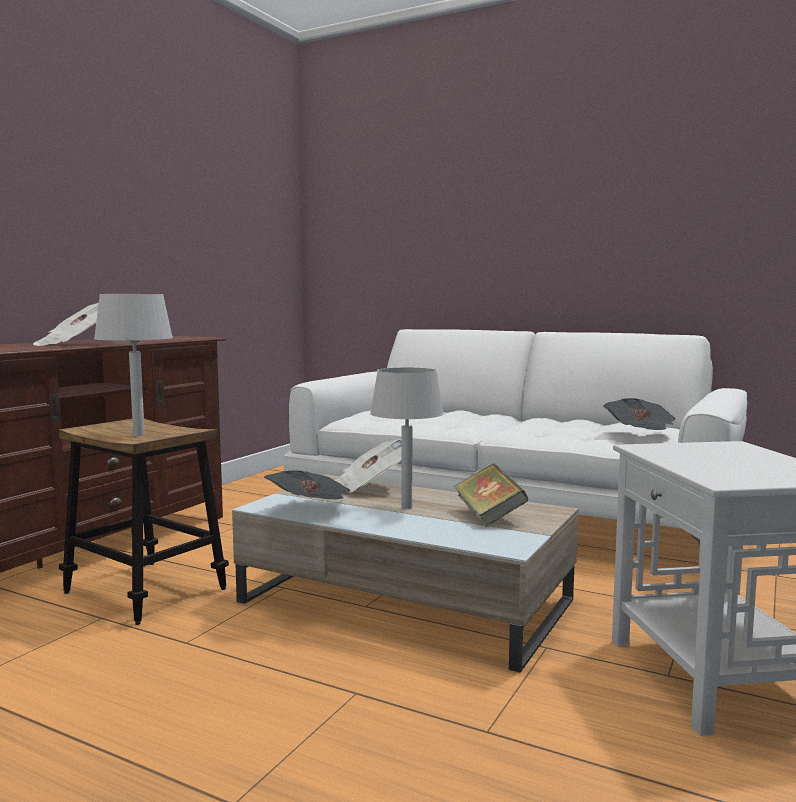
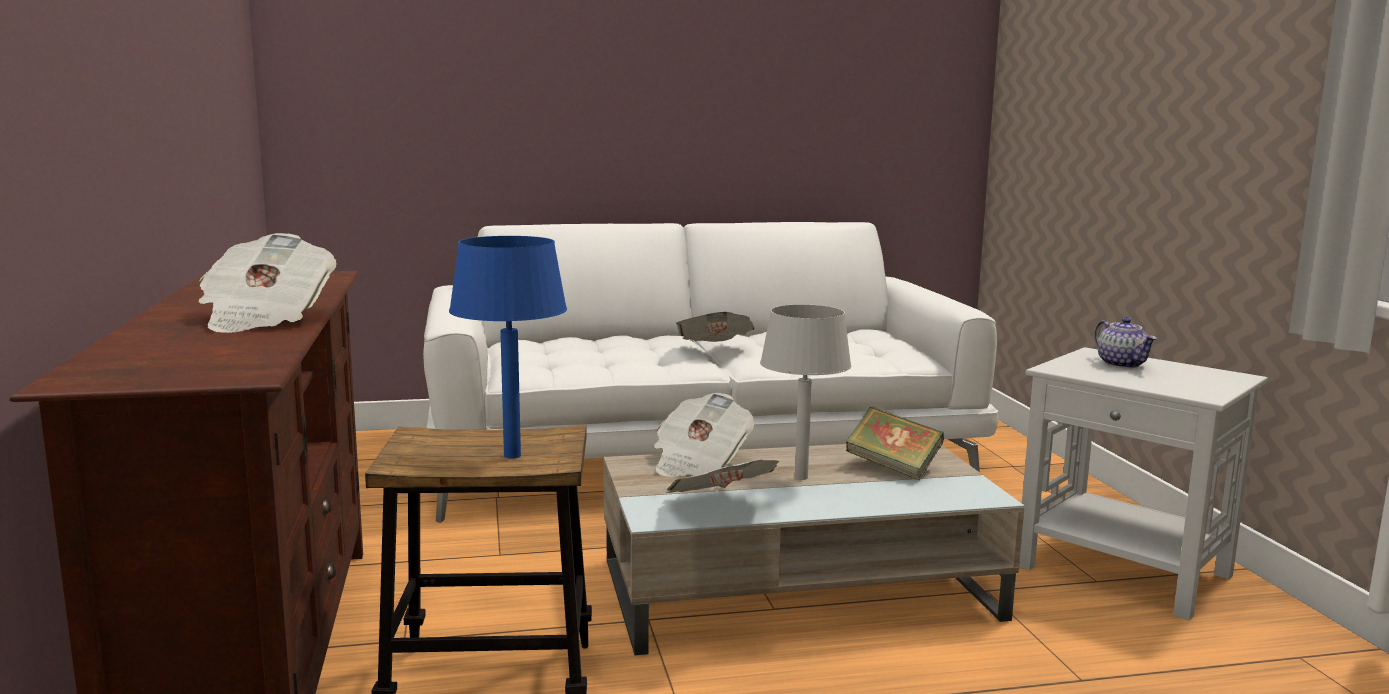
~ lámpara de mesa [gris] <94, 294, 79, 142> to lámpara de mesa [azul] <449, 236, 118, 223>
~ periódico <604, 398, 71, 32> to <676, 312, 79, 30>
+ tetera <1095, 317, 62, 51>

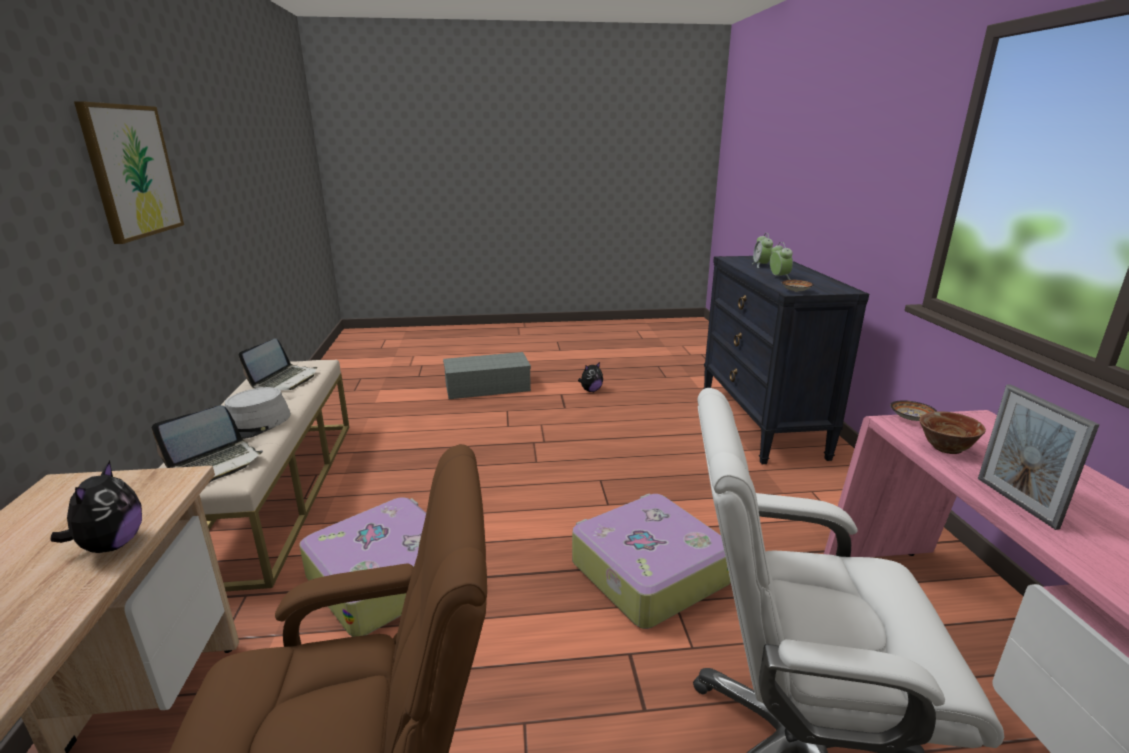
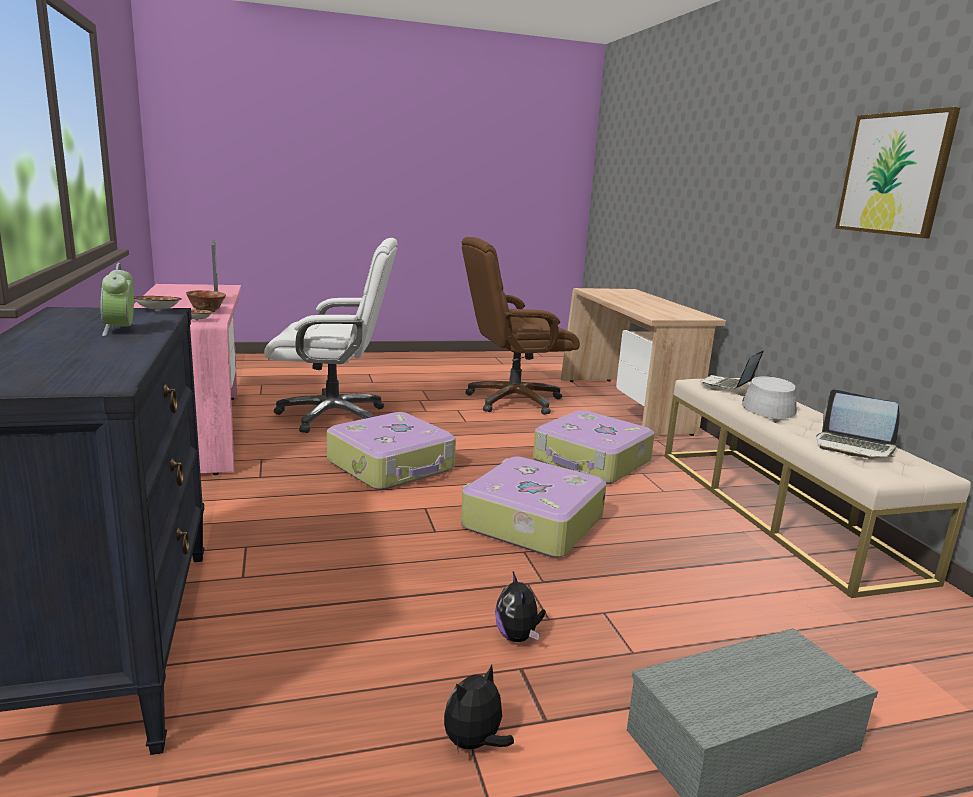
- despertador <752, 233, 21, 35>
~ portátil <239, 338, 78, 52> = <816, 389, 84, 69> 60 degrees counterclockwise
~ peluche <50, 461, 92, 92> to <495, 572, 51, 70>
+ maleta <461, 456, 145, 102>

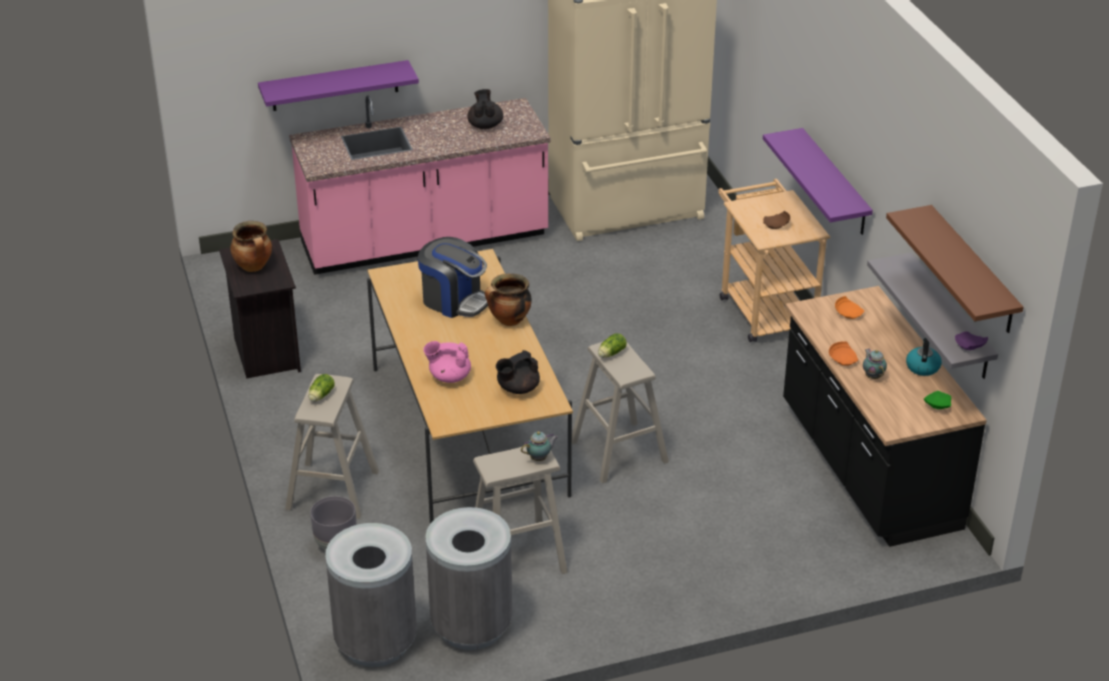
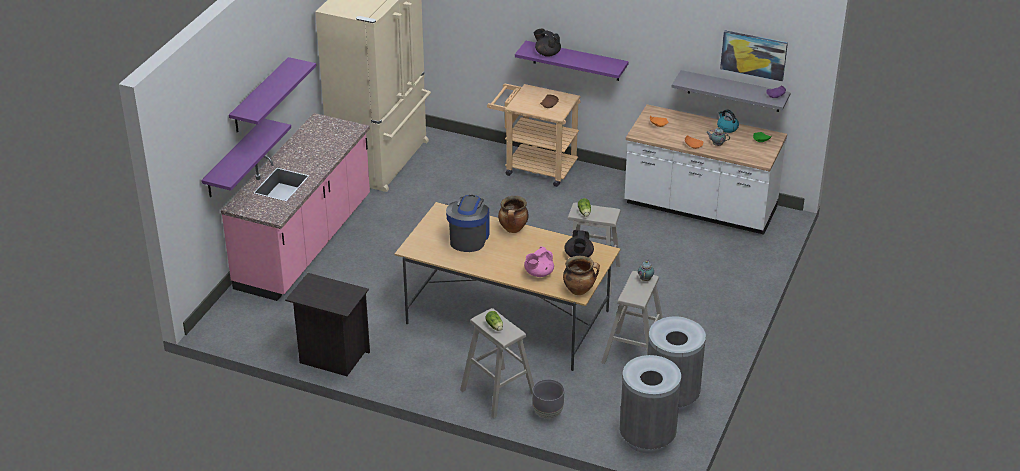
~ tetera [negro] <467, 89, 36, 40> to <534, 29, 27, 28>
~ estante [marrón] <886, 205, 138, 128> to cuadro <720, 30, 68, 51>
~ olla <230, 221, 42, 51> to <563, 256, 37, 39>
~ cafetera <418, 237, 70, 81> = <446, 195, 43, 57> 60 degrees counterclockwise
~ mueble bajo de cocina [negro] <783, 286, 204, 261> to mueble bajo de cocina [blanco] <624, 104, 163, 131>
+ estante [morado] <229, 57, 87, 75>

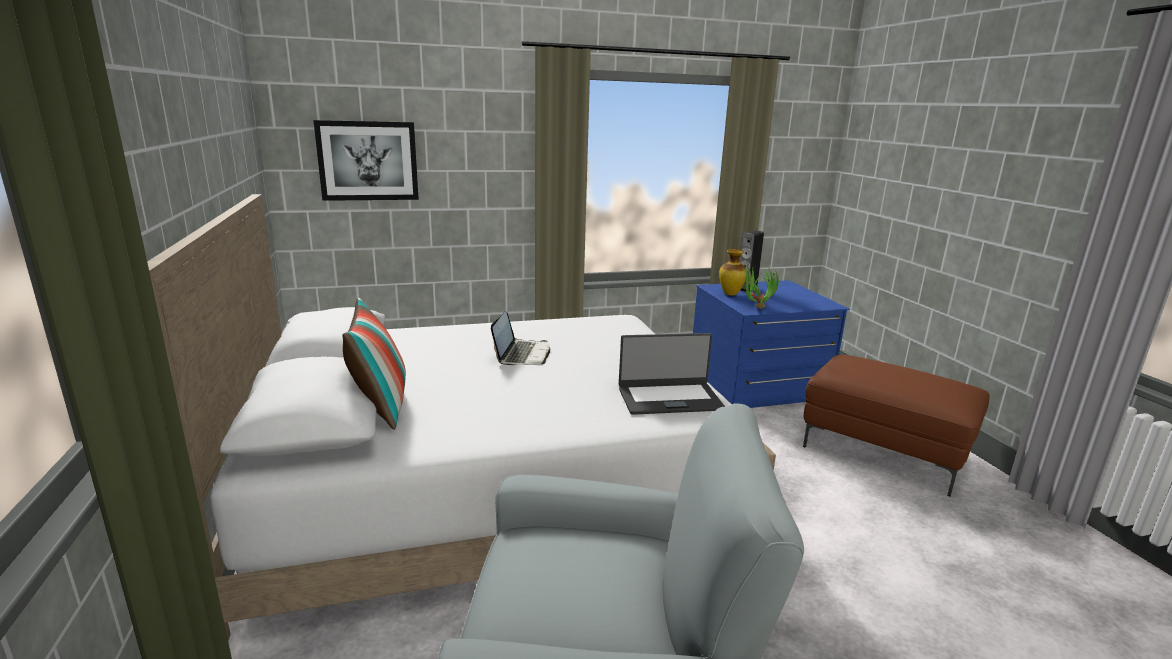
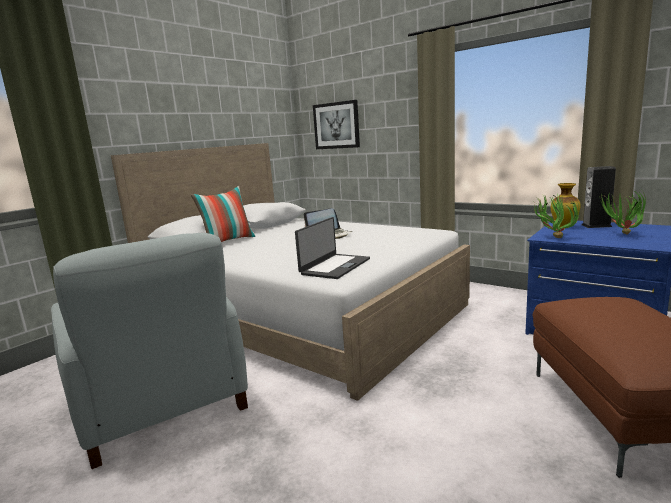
~ portátil <619, 333, 106, 82> = <295, 217, 75, 62> 105 degrees counterclockwise
+ planta en maceta <600, 190, 46, 44>

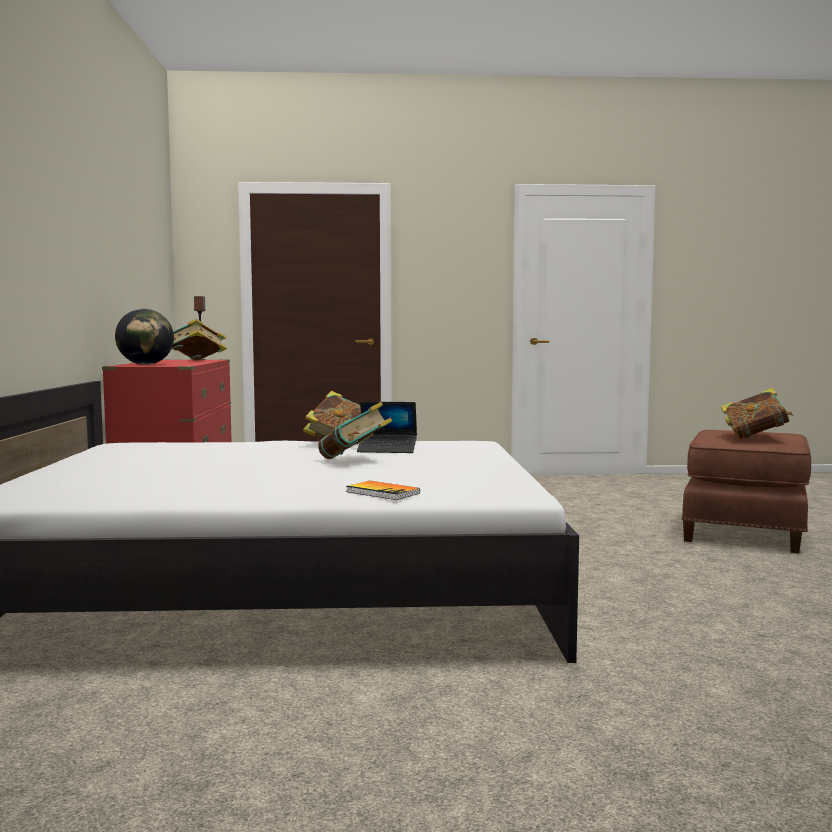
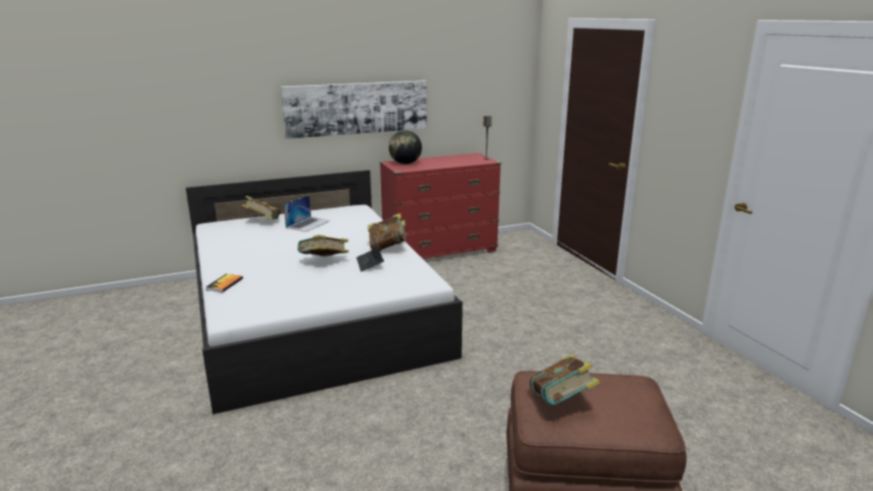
~ libro <172, 319, 55, 42> to <241, 196, 40, 23>
+ cuadro <281, 81, 146, 58>
+ portátil <284, 195, 46, 37>

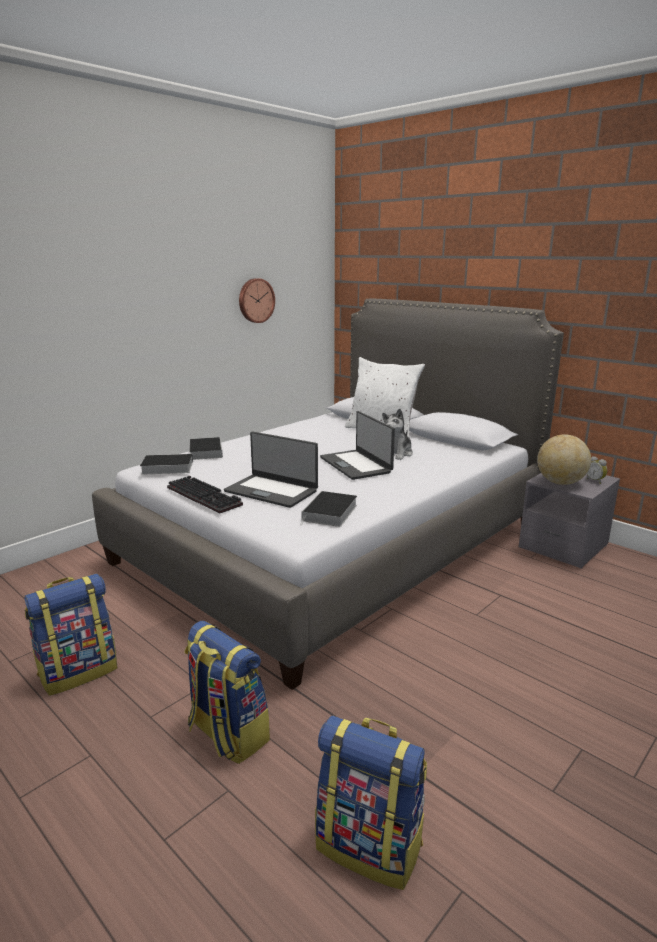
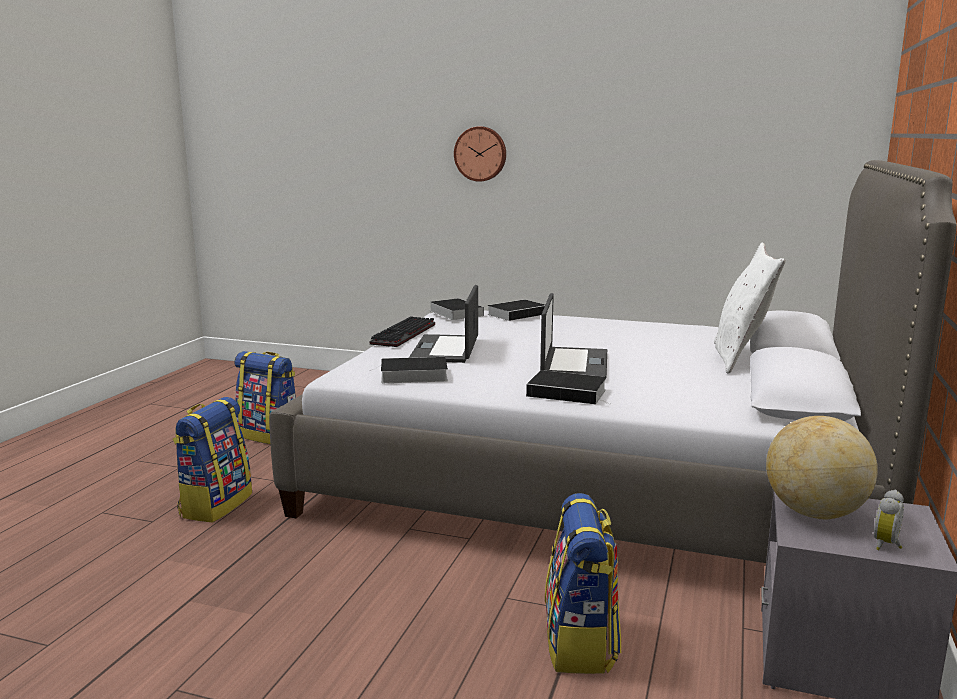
~ reloj de pared <239, 278, 36, 45> to <454, 126, 52, 56>
- peluche <382, 409, 31, 51>
~ portátil <320, 411, 75, 69> = <540, 293, 67, 84> 150 degrees clockwise
~ mochila <315, 715, 112, 175> to <545, 493, 76, 181>
+ libro <526, 370, 84, 35>

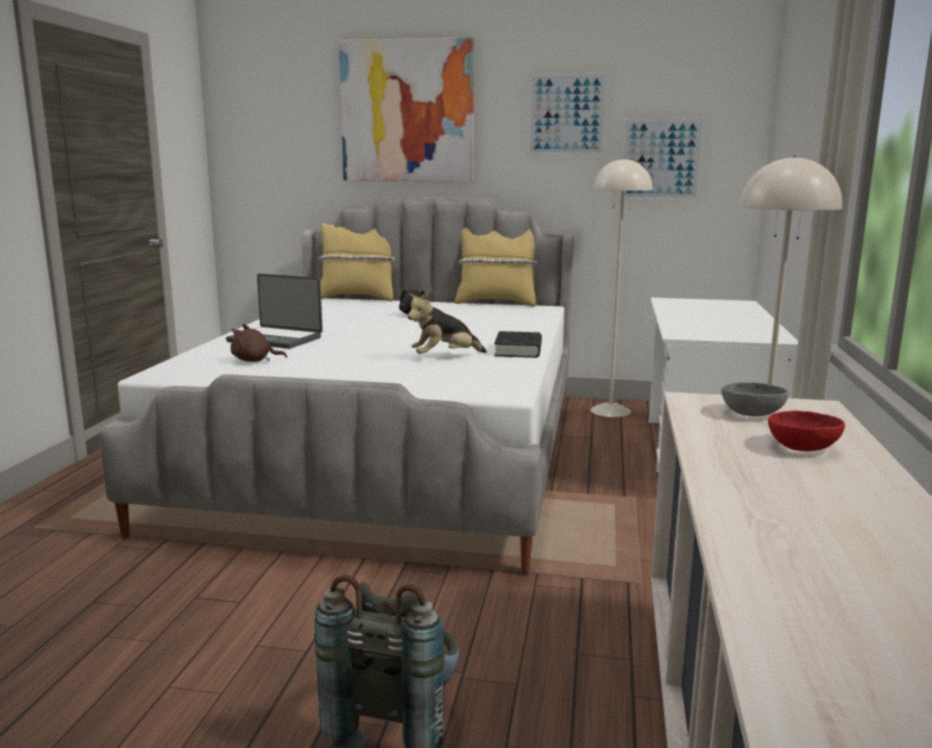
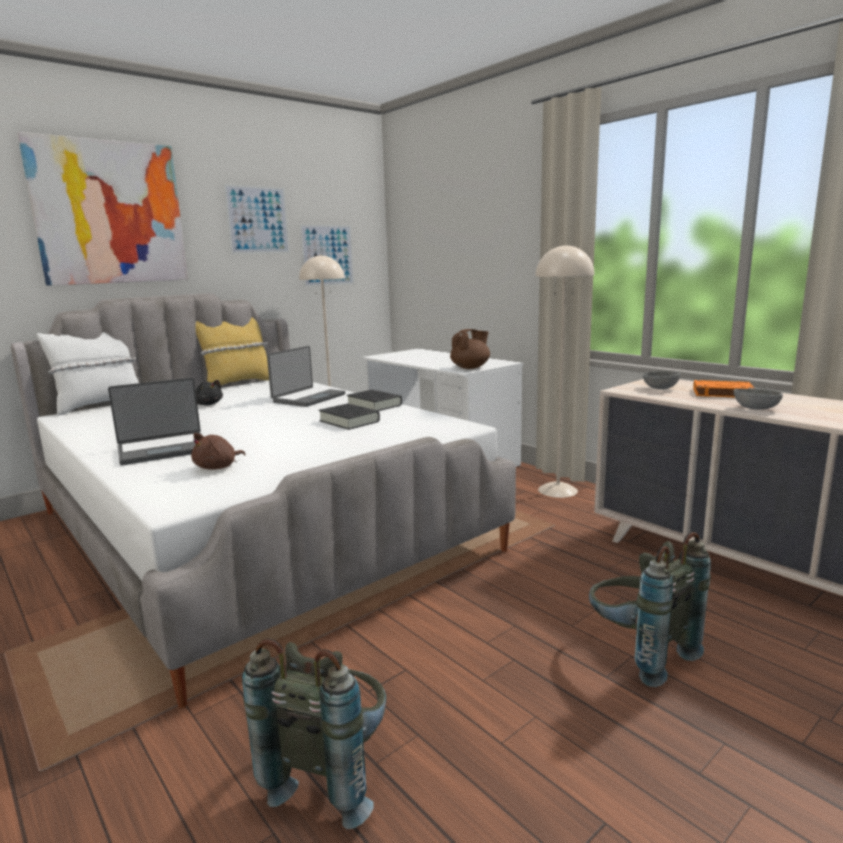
~ cojín [amarillo] <319, 223, 76, 78> to cojín [blanco] <37, 332, 102, 84>
~ peluche <407, 293, 80, 61> to libro [negro] <319, 404, 61, 26>
~ cuenco [rojo] <768, 410, 77, 41> to libro [naranja] <693, 380, 62, 17>
+ tetera [marrón] <450, 329, 40, 40>
+ portátil <267, 346, 78, 61>
+ cuenco [gris] <734, 389, 49, 21>
+ mochila [gris] <242, 638, 144, 191>

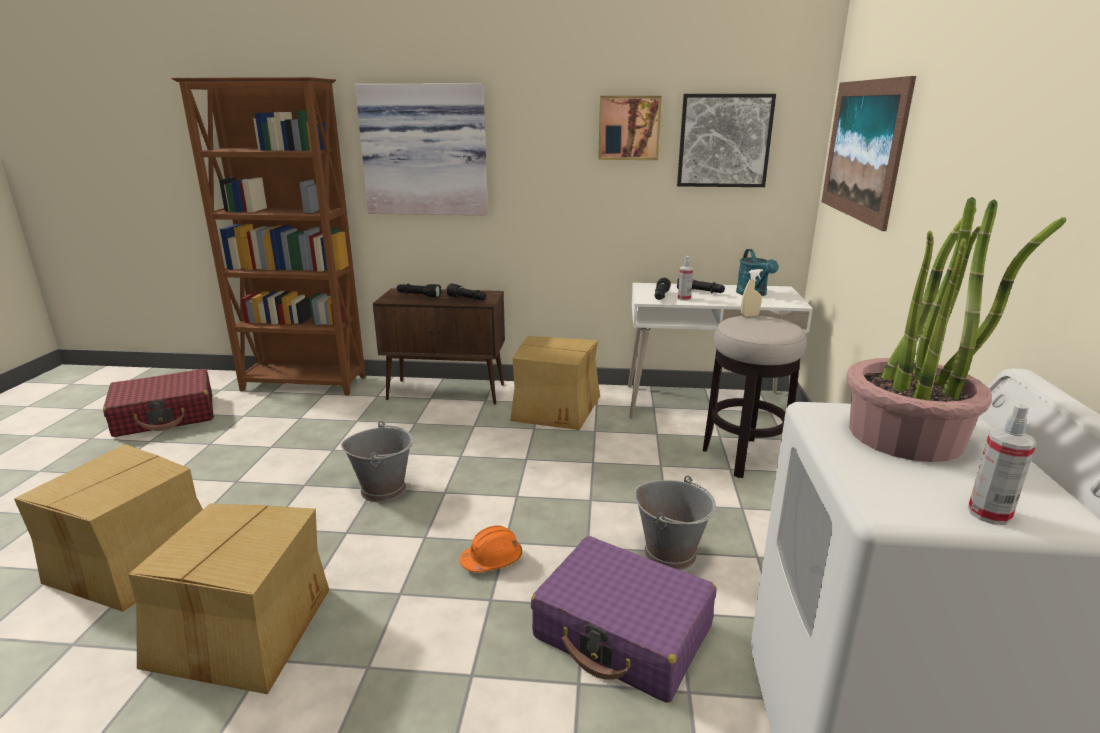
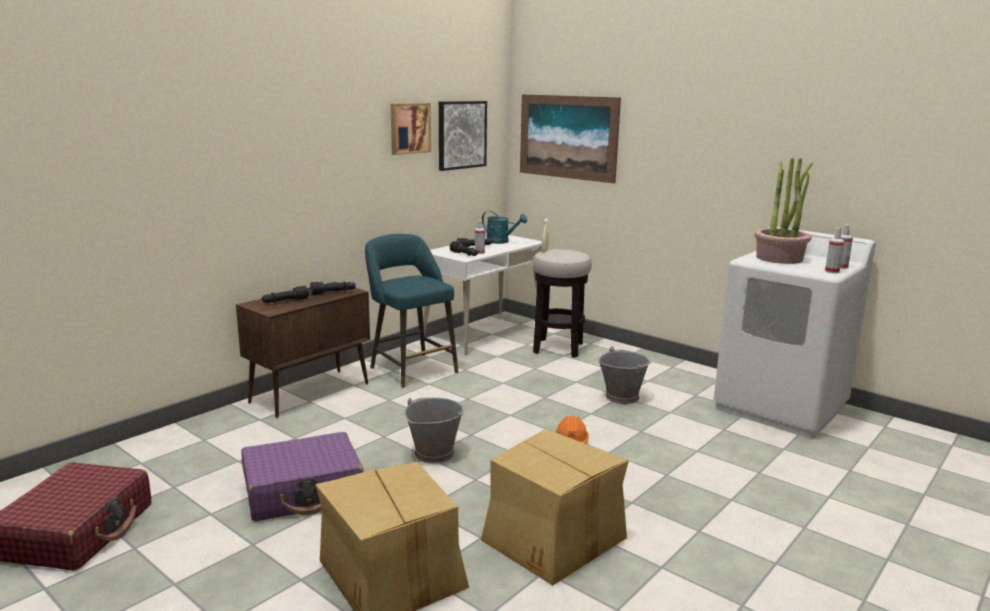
- estantería [marrón] <171, 77, 195, 319>
- cuadro <355, 83, 133, 132>
~ caja de cartón <510, 336, 90, 94> to taburete [turquesa] <365, 234, 93, 154>
~ maleta [morado] <531, 536, 186, 167> to <241, 432, 122, 89>
+ pulverizador <825, 228, 19, 46>

